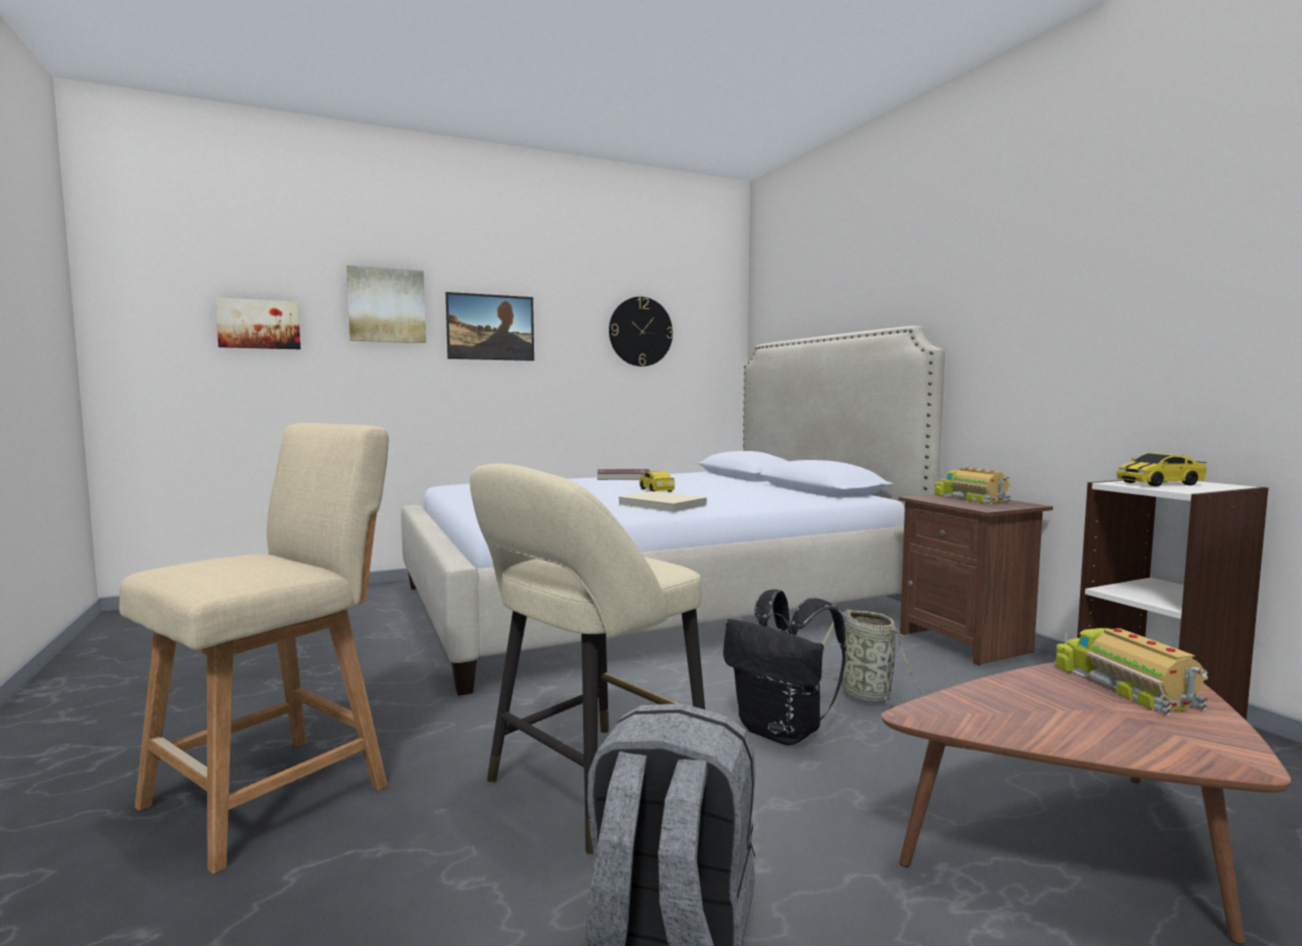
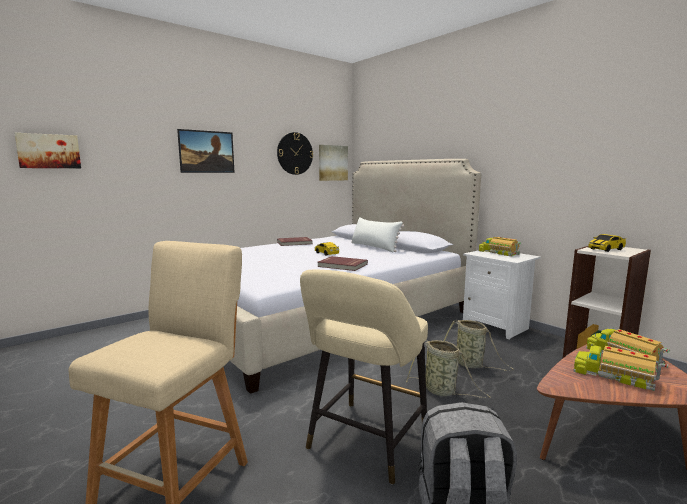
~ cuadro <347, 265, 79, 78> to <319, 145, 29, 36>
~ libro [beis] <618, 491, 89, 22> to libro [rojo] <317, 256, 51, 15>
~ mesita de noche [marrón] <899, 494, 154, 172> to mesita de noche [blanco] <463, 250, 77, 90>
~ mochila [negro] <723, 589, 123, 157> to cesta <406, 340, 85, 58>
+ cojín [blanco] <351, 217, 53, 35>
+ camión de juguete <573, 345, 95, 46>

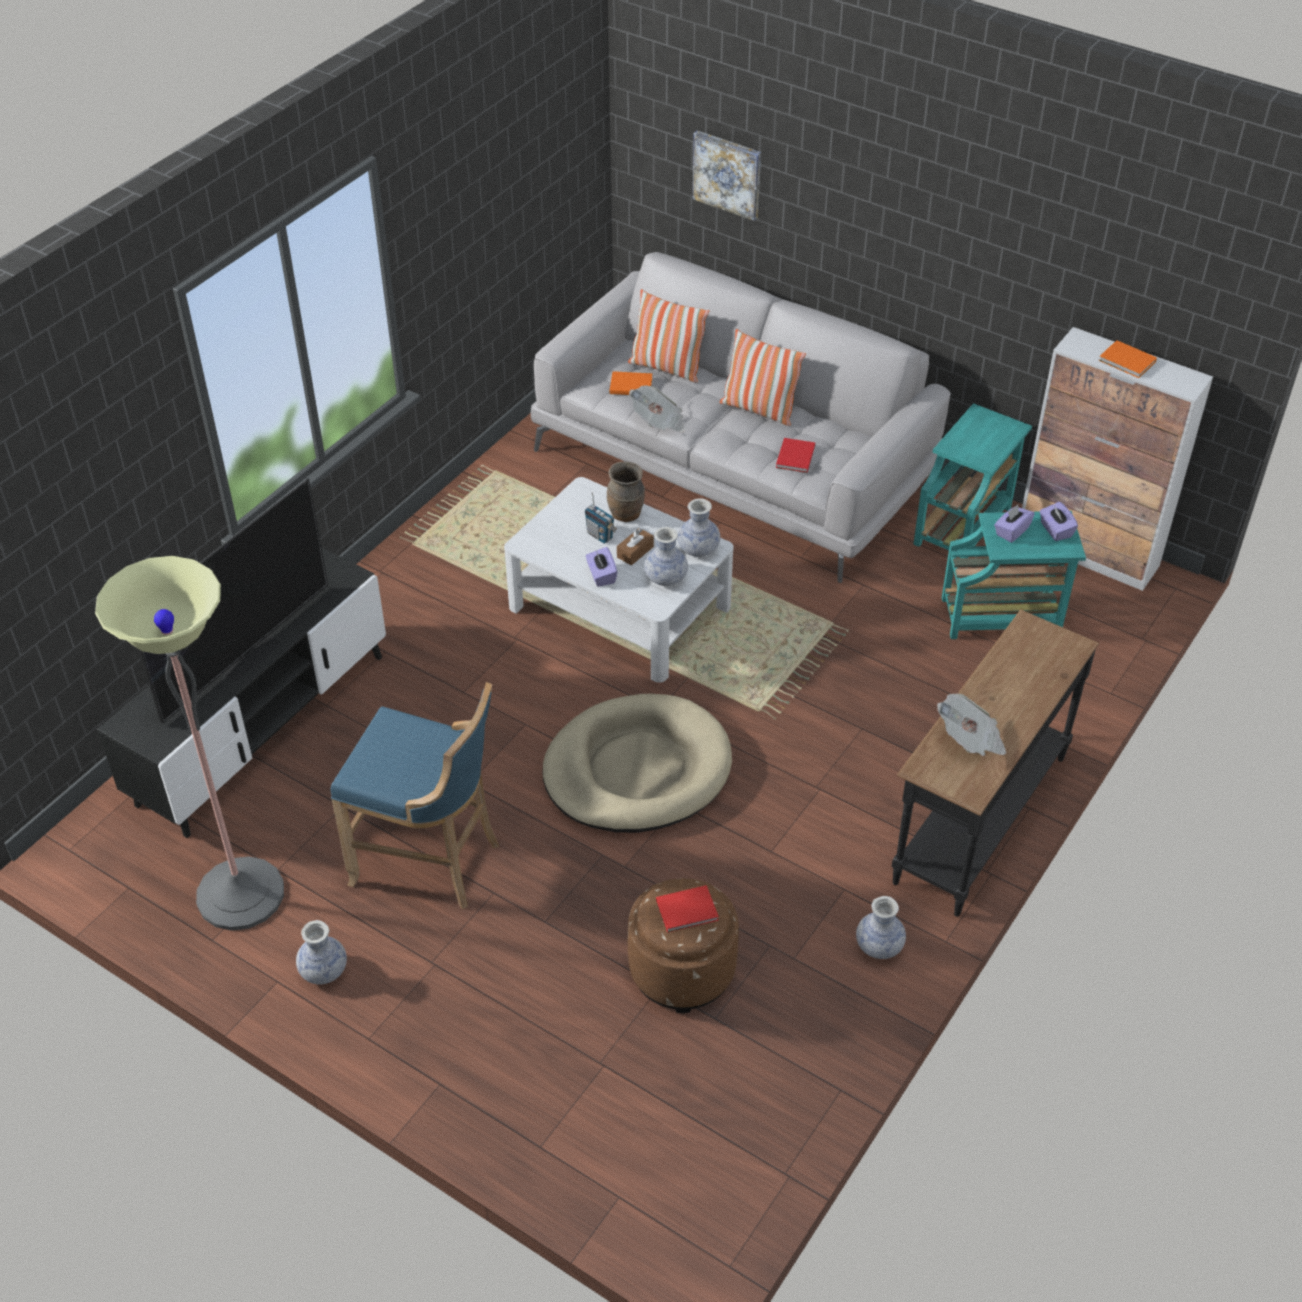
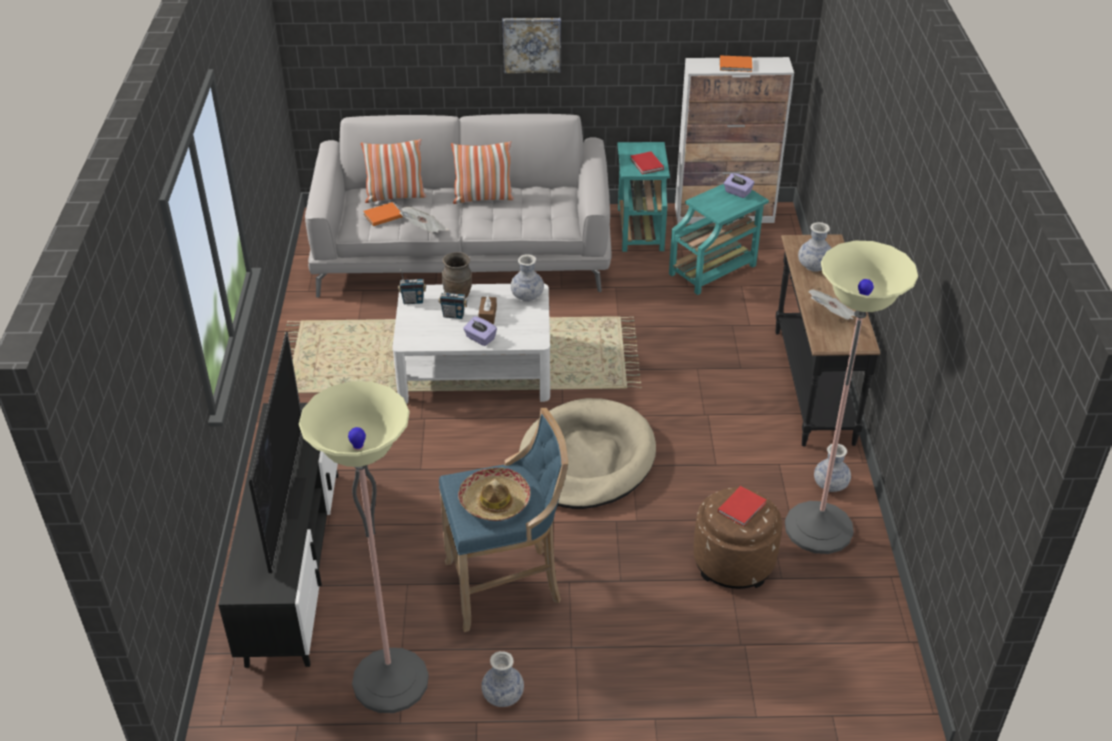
~ cuadro <692, 130, 69, 91> to <502, 18, 59, 55>
~ libro [rojo] <776, 438, 39, 35> to <630, 151, 34, 23>
- caja de pañuelos [morado] <994, 505, 41, 38>
~ florero <644, 527, 44, 59> to <798, 222, 33, 50>
+ lámpara de pie <785, 241, 133, 313>
+ radio <398, 270, 28, 34>
+ sombrero <458, 468, 72, 53>

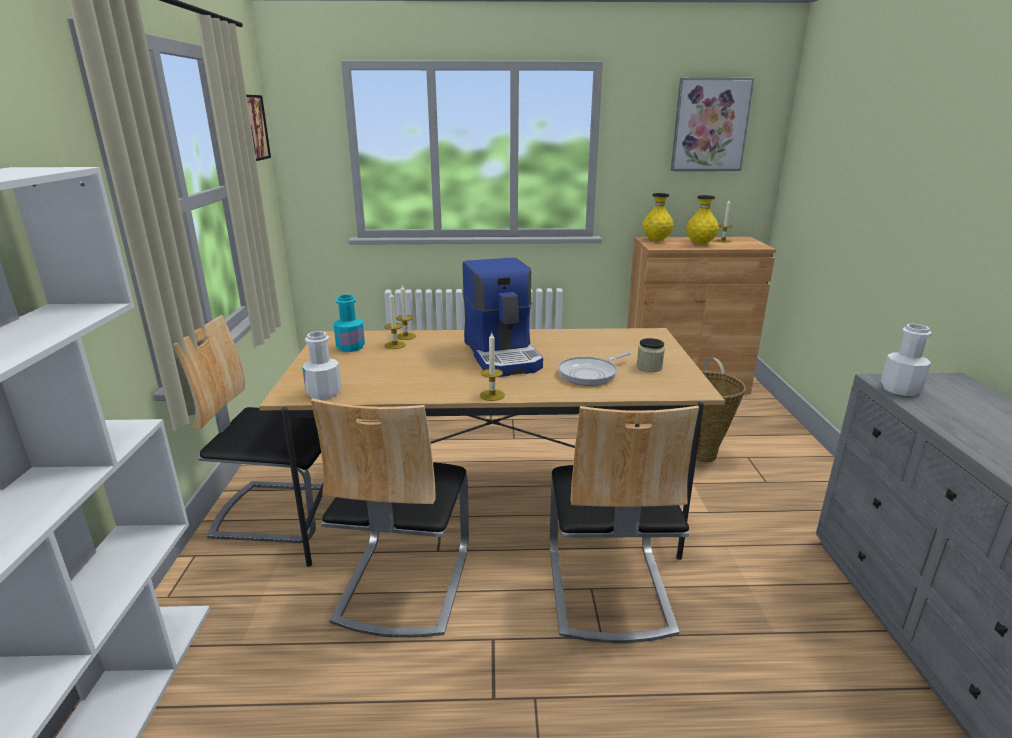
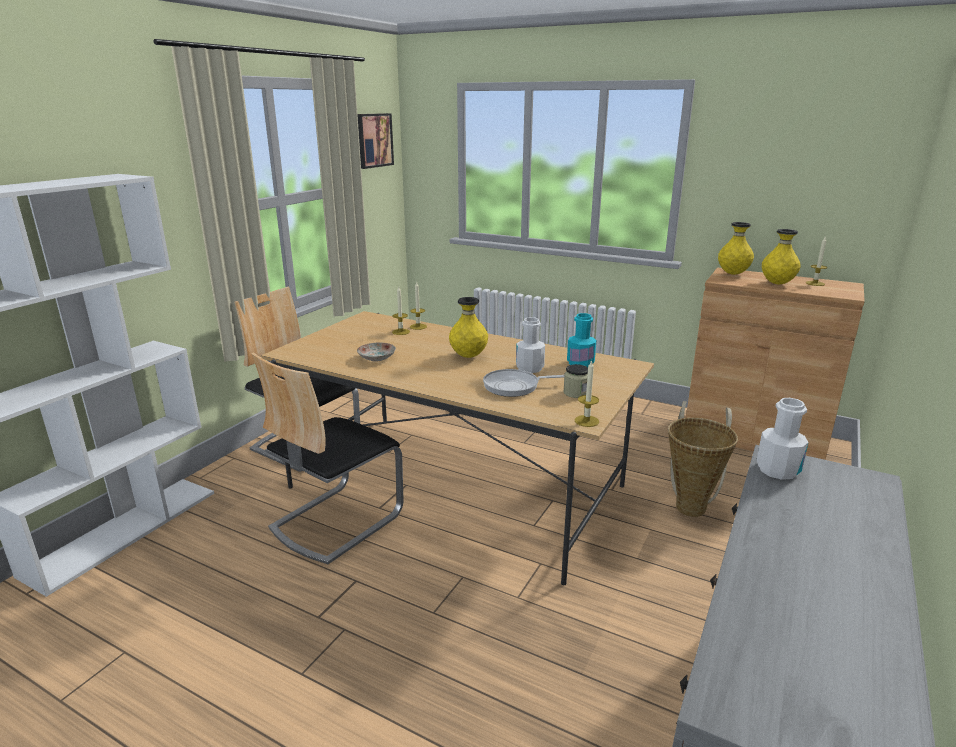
- cuadro <671, 78, 84, 93>
~ cafetera <463, 258, 80, 119> to florero [amarillo] <449, 297, 39, 61>
~ botella [turquesa] <334, 295, 31, 57> to <567, 313, 29, 54>
~ botella [blanco] <302, 331, 40, 69> to <516, 317, 29, 56>
~ vela <480, 333, 25, 68> to <575, 360, 24, 67>
- silla <550, 406, 149, 237>
+ plato <357, 342, 39, 20>

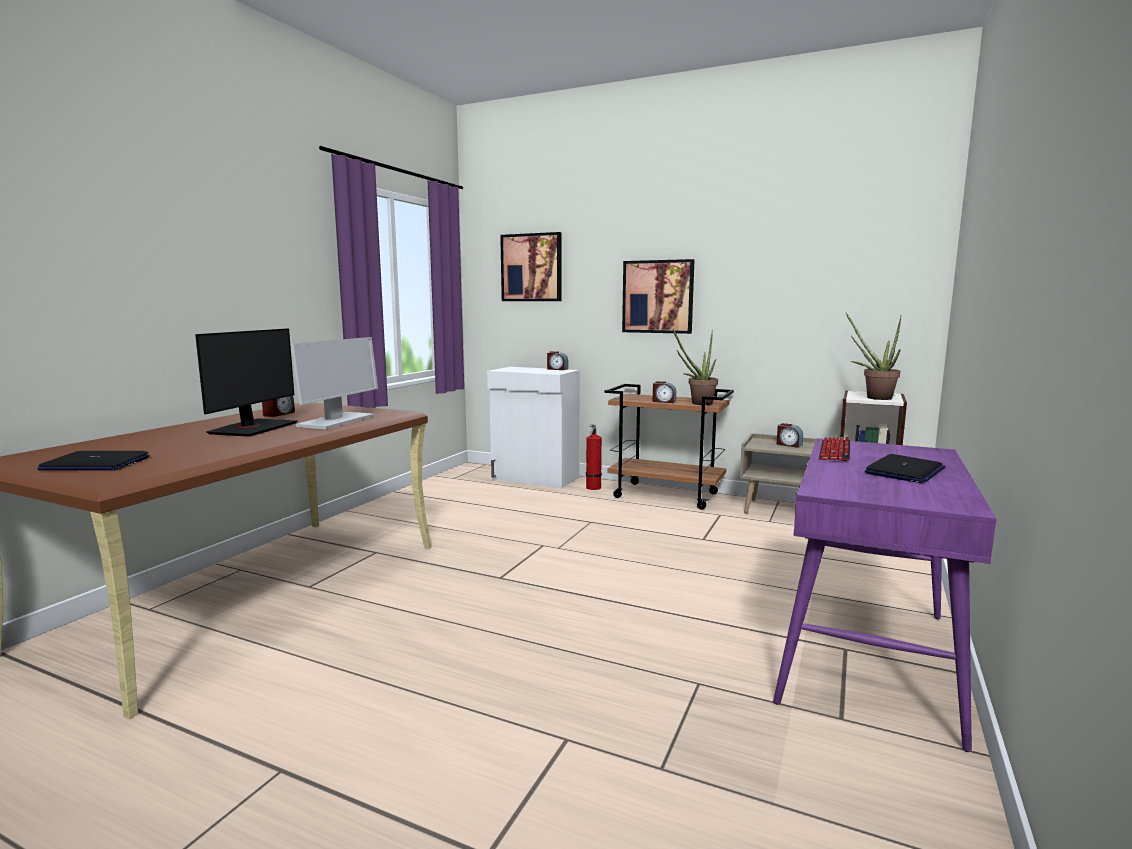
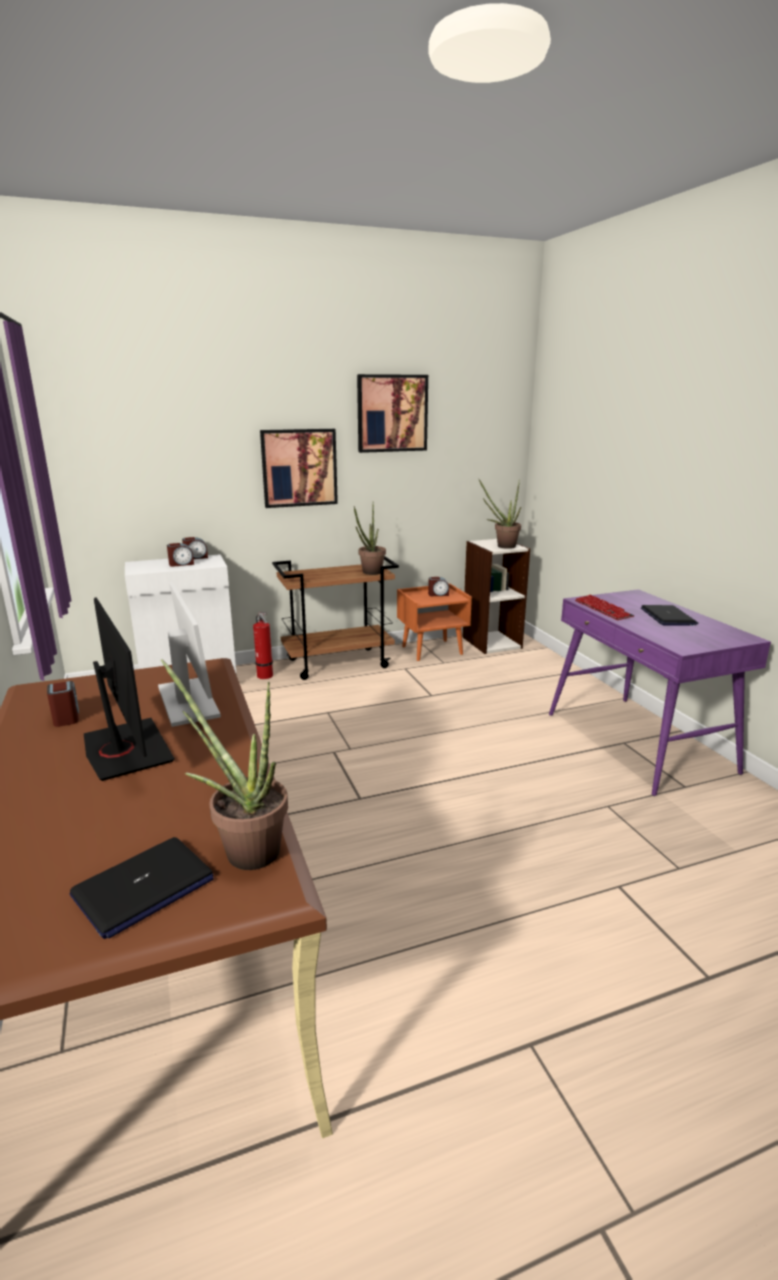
~ cuadro <500, 232, 62, 69> to <357, 374, 71, 79>
~ despertador <653, 381, 23, 22> to <167, 543, 27, 24>
~ mesita de noche [beis] <740, 433, 76, 81> to mesita de noche [naranja] <397, 584, 75, 77>
+ planta en maceta <161, 659, 127, 211>

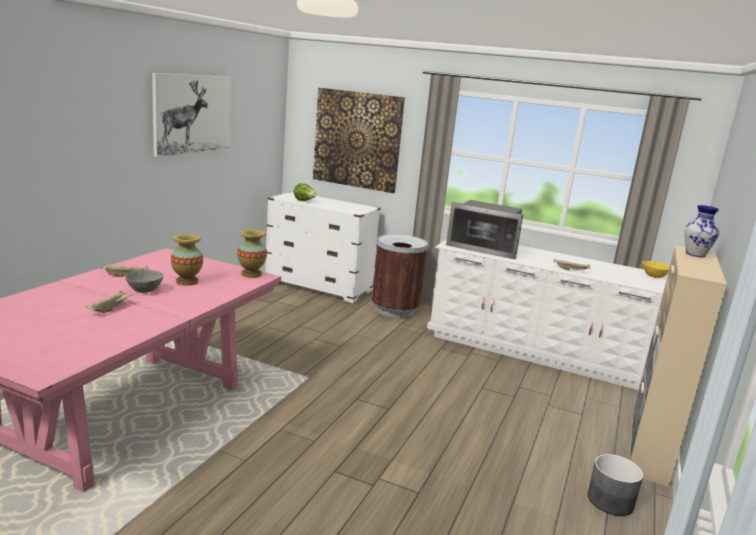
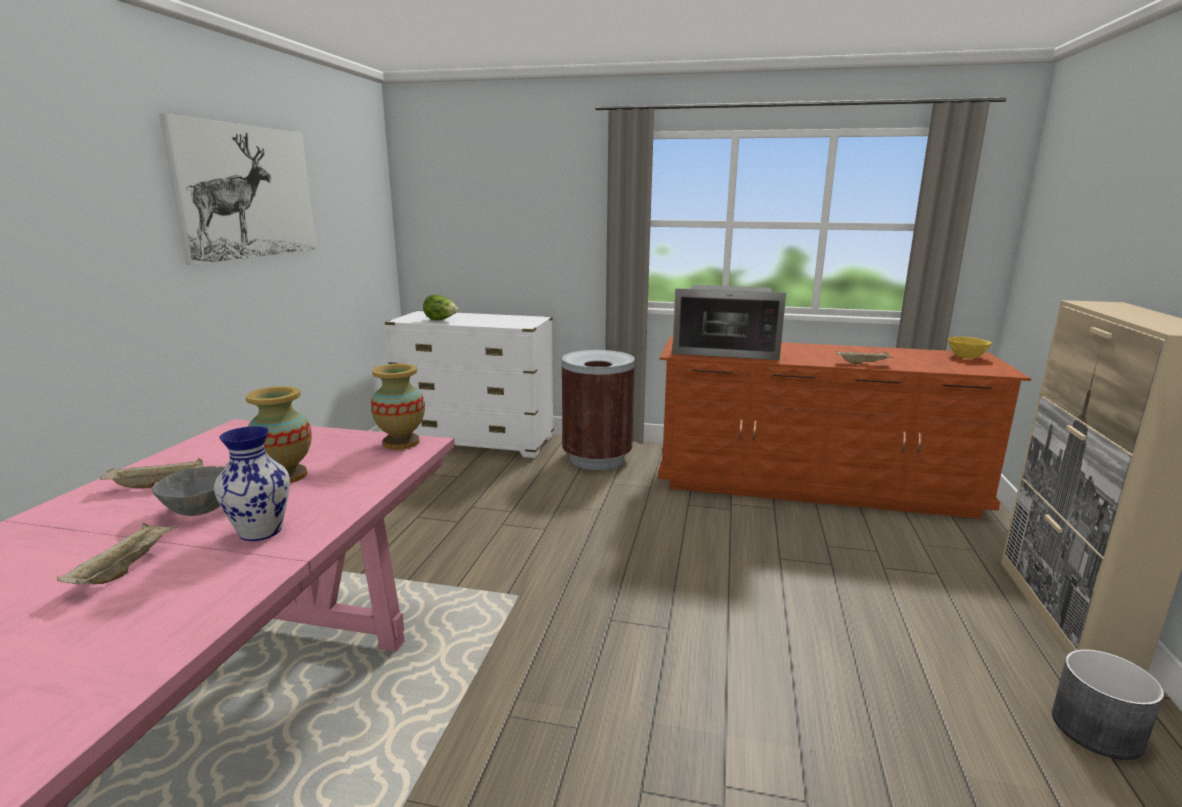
- cuadro <313, 88, 92, 105>
~ florero <684, 205, 35, 52> to <214, 426, 76, 115>
~ cómoda [blanco] <427, 239, 241, 151> to cómoda [marrón] <658, 337, 373, 182>

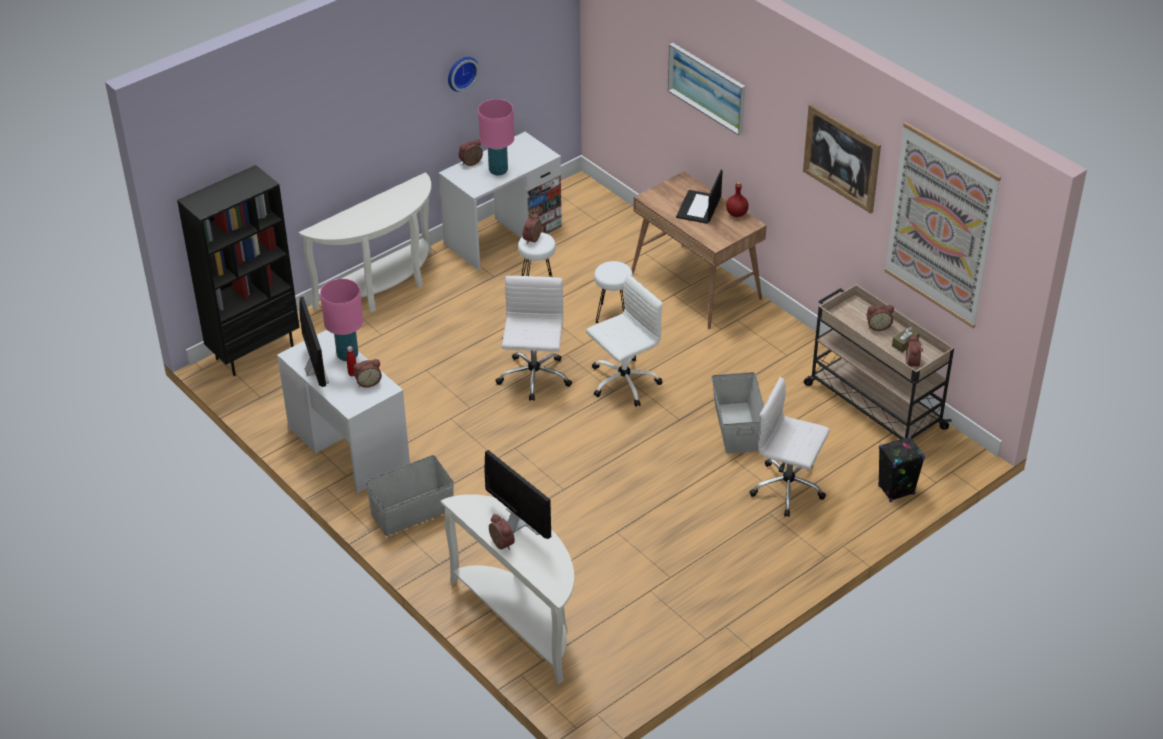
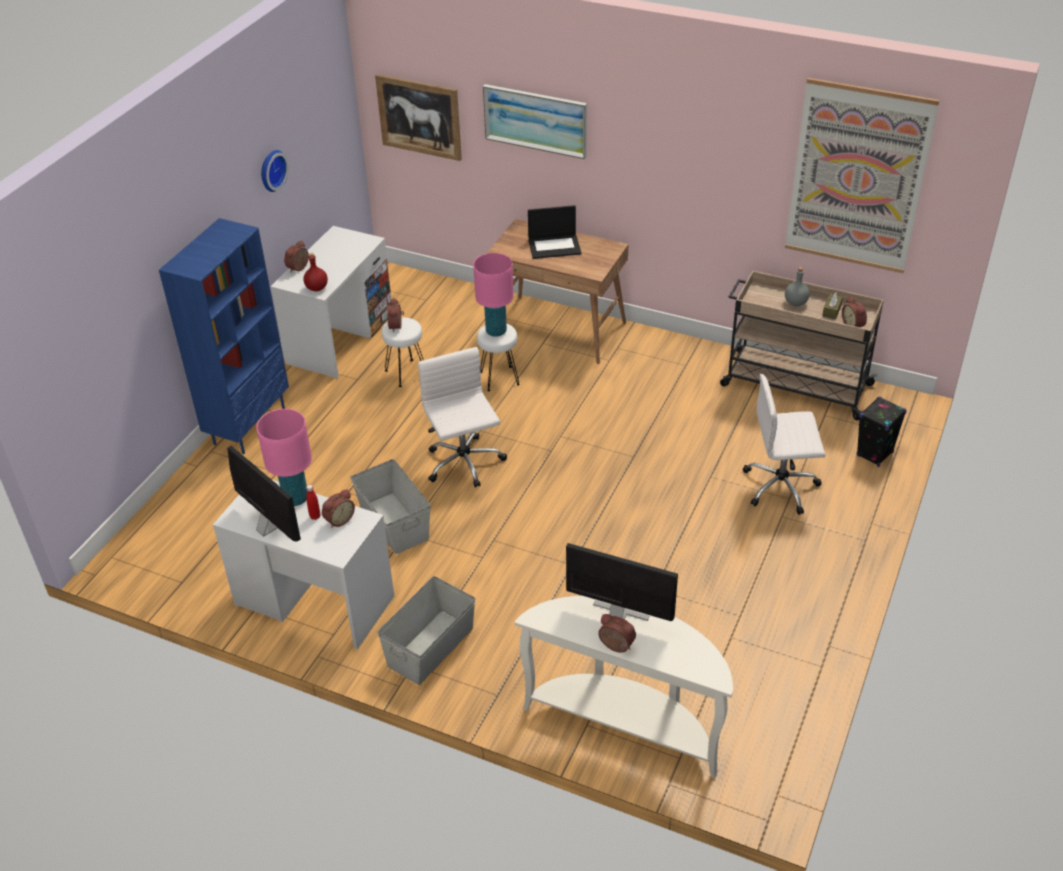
~ lámpara de mesa [rosa] <478, 99, 36, 76> to <473, 253, 41, 84>
~ cuadro <803, 104, 78, 110> to <375, 74, 87, 87>
- estantería [negro] <177, 165, 123, 211>
~ portátil <676, 170, 47, 54> = <528, 205, 53, 54> 90 degrees counterclockwise
~ mesa consola [blanco] <299, 172, 133, 140> to estantería [azul] <159, 218, 130, 236>
~ botella [rojo] <726, 182, 23, 35> to <303, 253, 25, 38>
- silla de oficina [blanco] <586, 274, 77, 133>
~ despertador <867, 305, 27, 26> to botella [gris] <785, 267, 25, 39>
~ caja de almacenaje [gris] <711, 372, 53, 82> to <350, 459, 81, 95>

